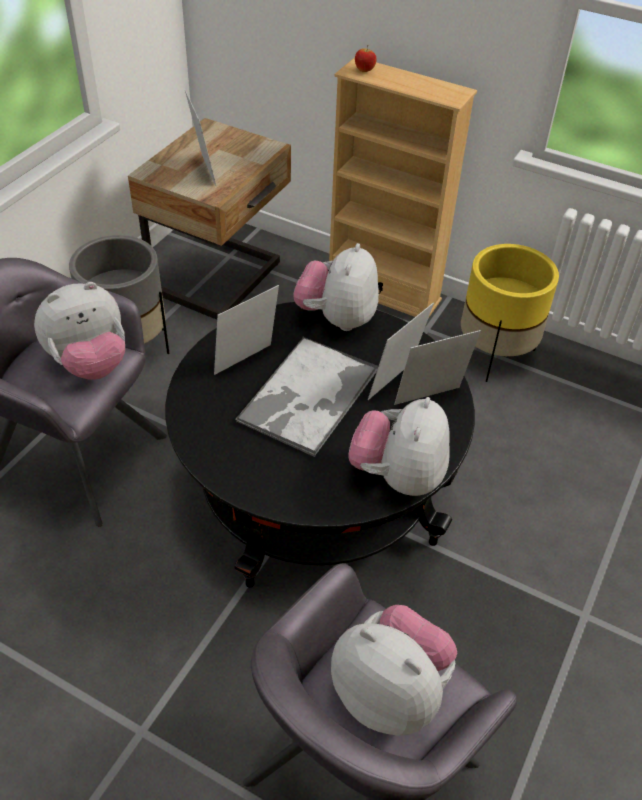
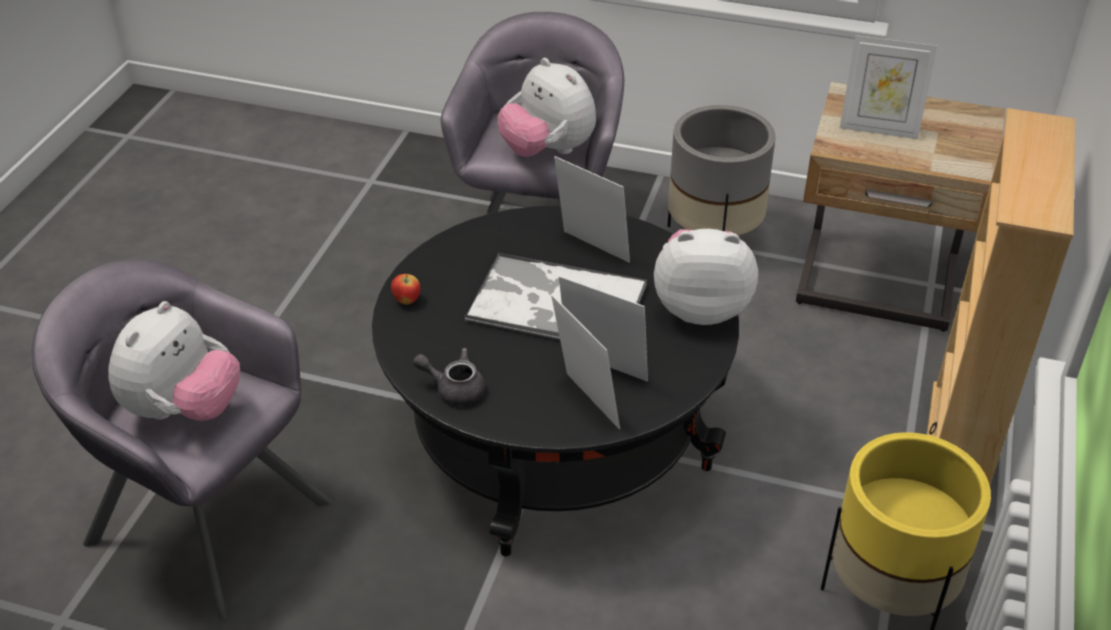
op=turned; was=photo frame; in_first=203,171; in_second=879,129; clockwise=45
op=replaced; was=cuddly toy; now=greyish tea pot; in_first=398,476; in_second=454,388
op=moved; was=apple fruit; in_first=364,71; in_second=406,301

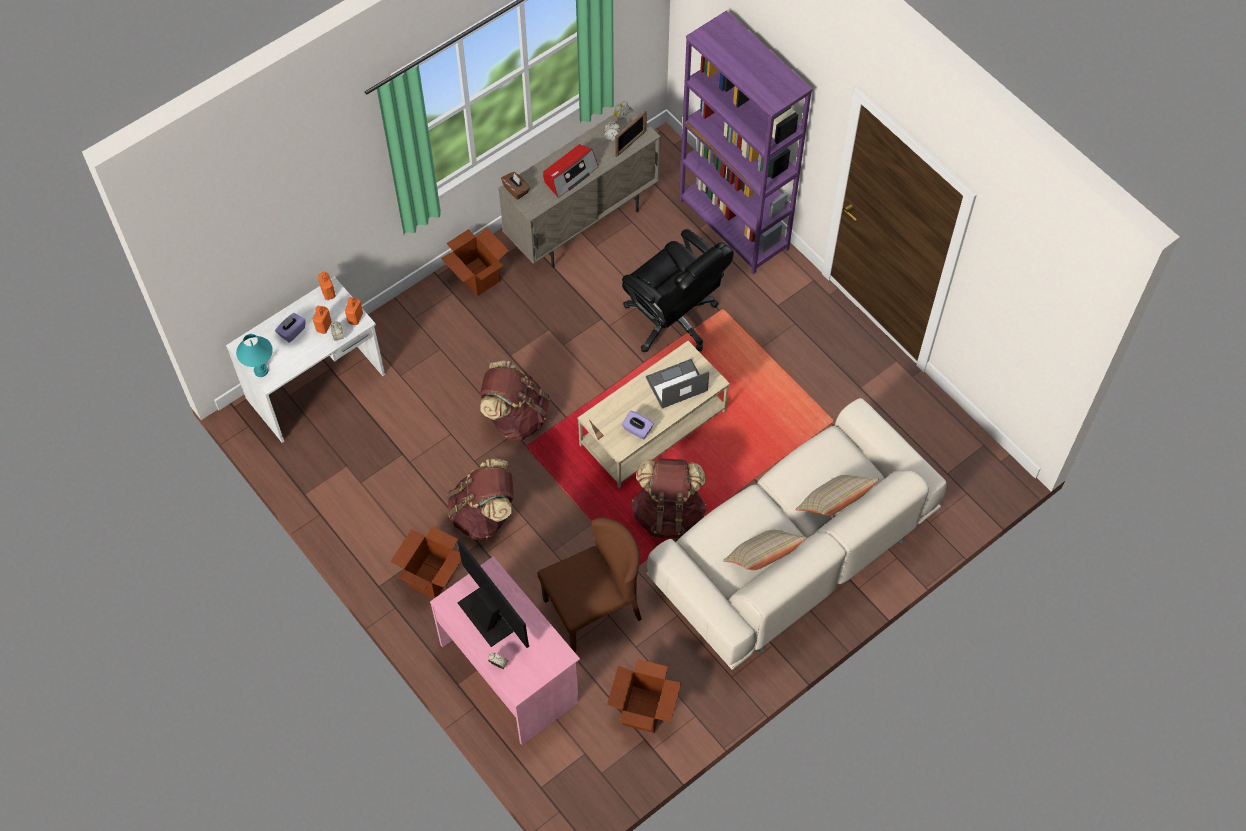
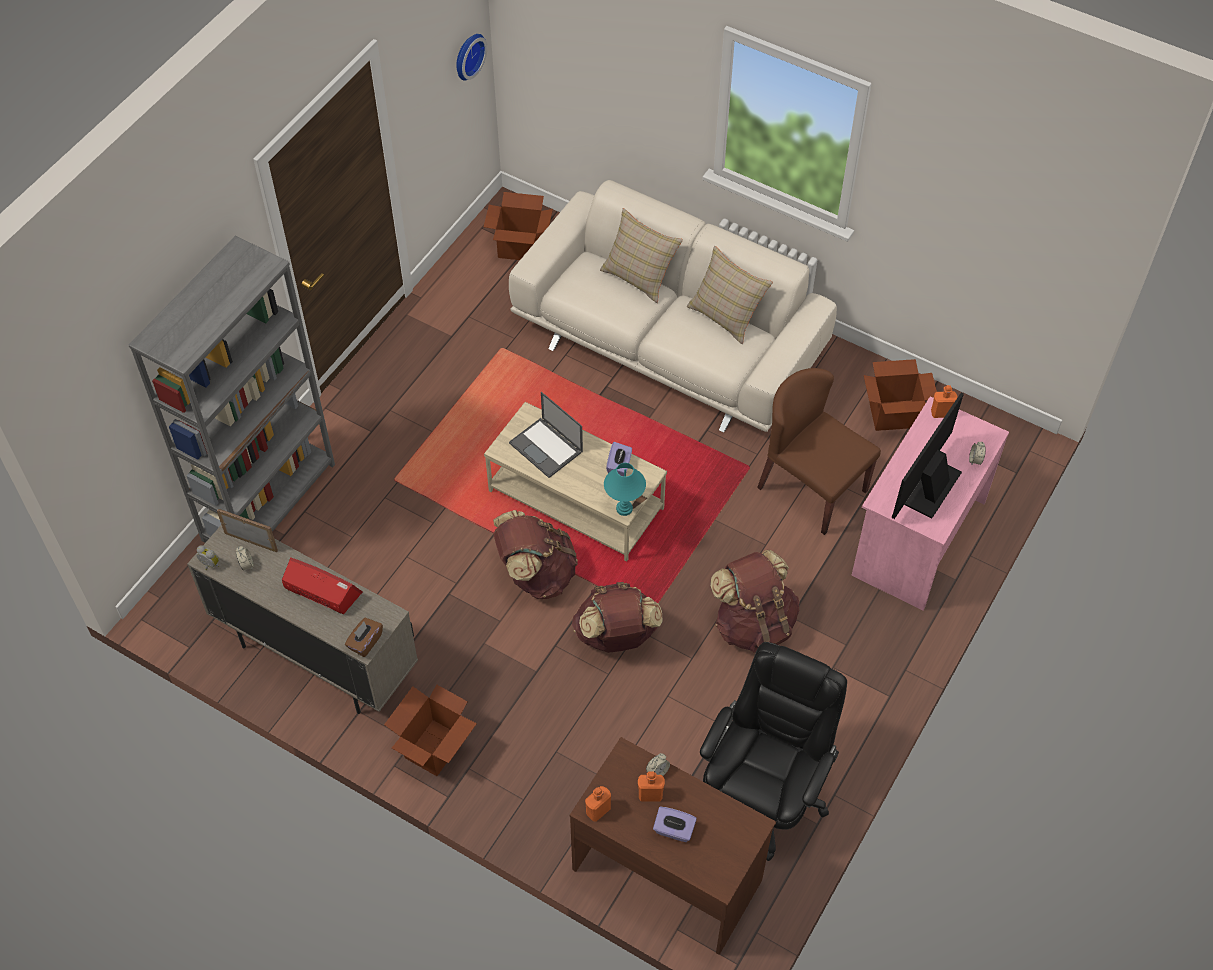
op=recoloured; was=whitish desk table; now=brown-coloured desk table; in_first=317,387; in_second=667,873
op=moved; was=blue-green tabletop lamp; in_first=261,371; in_second=624,508
op=moved; was=orange beverage bottle; in_first=355,318; in_second=941,413
op=moved; was=carton; in_first=432,576; in_second=520,248
op=moved; was=black-coloured computer chair; in_first=673,320; in_second=764,794
op=moved; was=brown-coloured knapsack; in_first=668,514; in_second=536,574
op=recoloured; was=purple-coloured bookcase; now=greyish bookcase; in_first=734,225; in_second=269,501
op=added; now=hanging clock; in_second=467,55

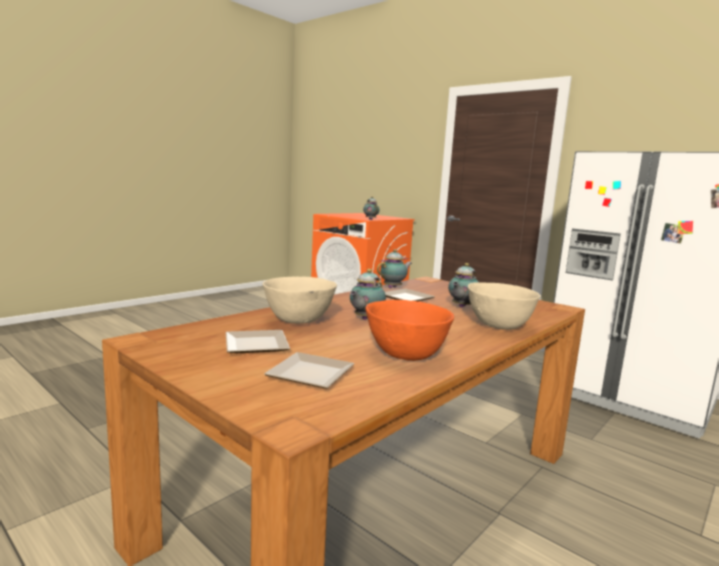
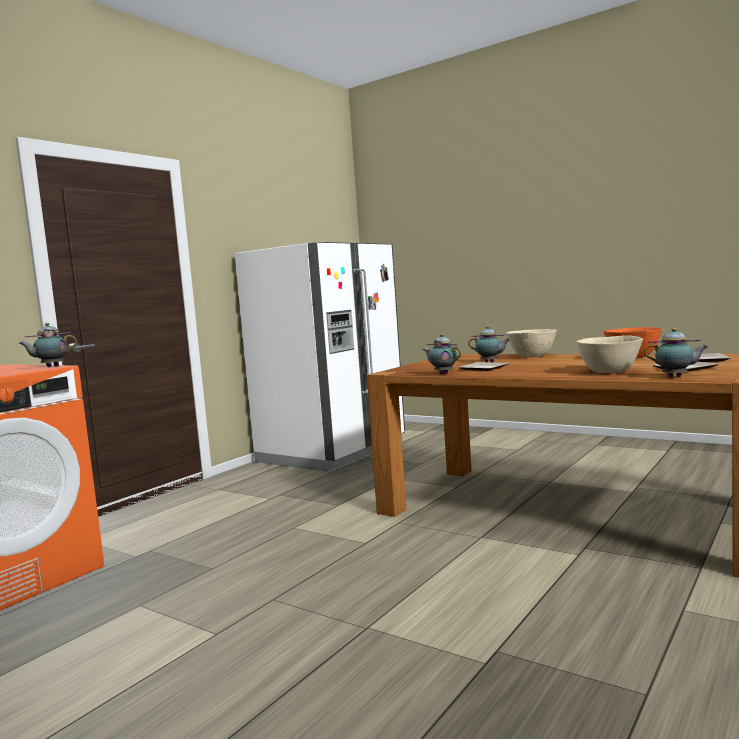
op=moved; was=tea pot; in_first=365,319; in_second=676,377

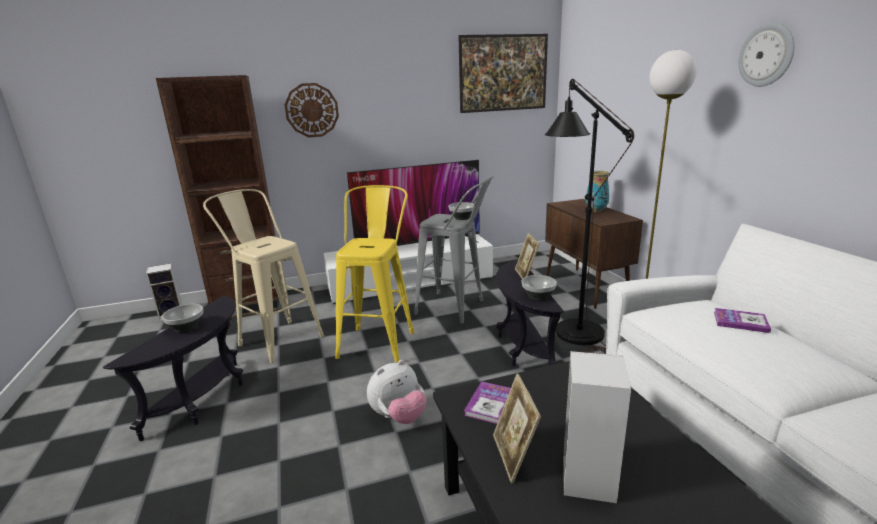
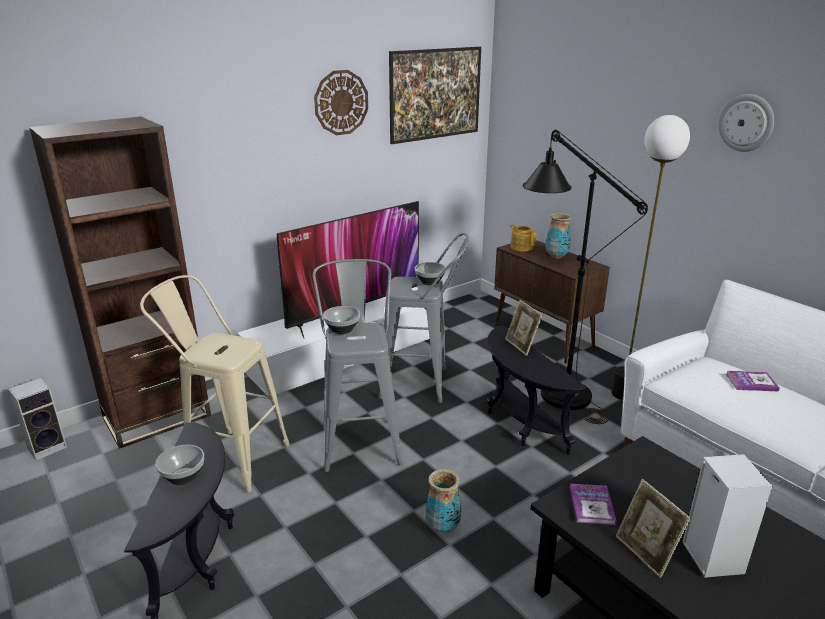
op=moved; was=hanging clock; in_first=312,110; in_second=341,102
op=recoloured; was=yellow-coloured stool; now=greyish stool; in_first=379,340; in_second=361,439
op=replaced; was=cuddly toy; now=decorative vase; in_first=398,416; in_second=442,527
op=moved; was=deep dish; in_first=538,296; in_second=342,330
op=added; now=tea pot; in_second=521,247

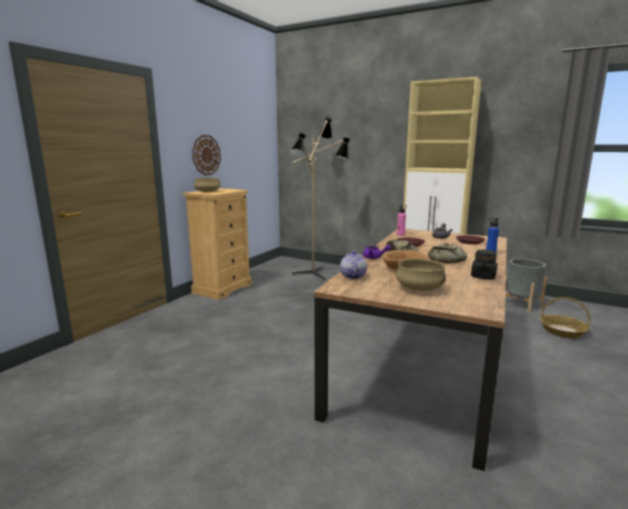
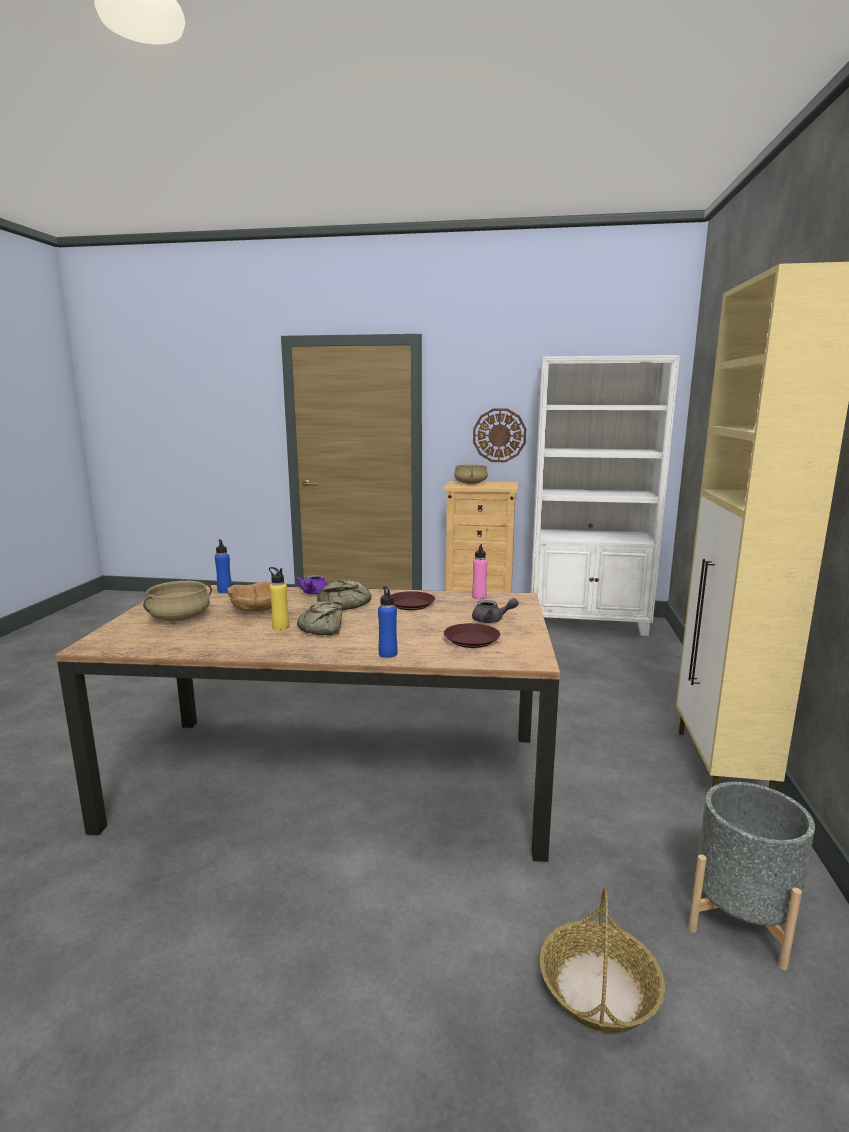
op=removed; was=standing lamp; in_first=317,274
op=replaced; was=tea pot; now=blue-coloured beverage bottle; in_first=352,276; in_second=225,591
op=removed; was=black-coloured preserve jar; in_first=483,277
op=added; now=yellow-coloured beverage bottle; in_second=280,627
op=added; now=whitish bookcase; in_second=588,623

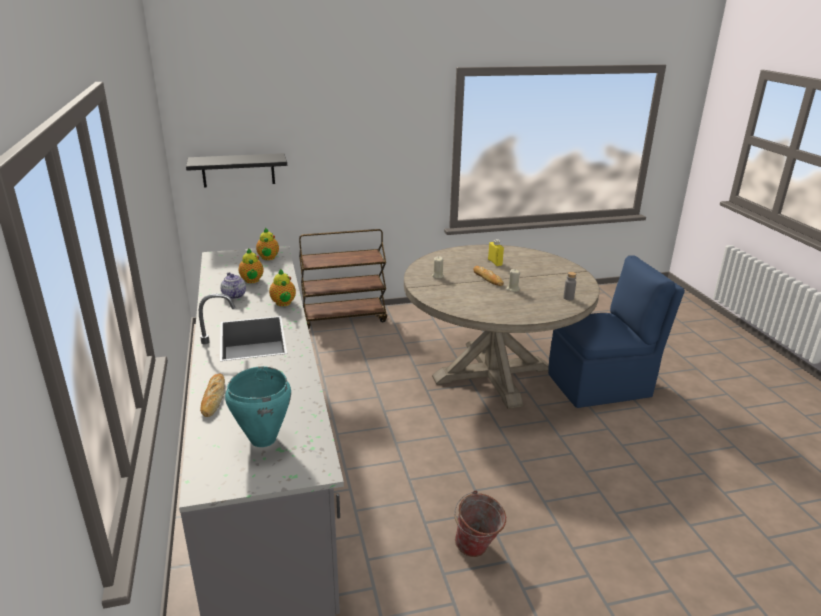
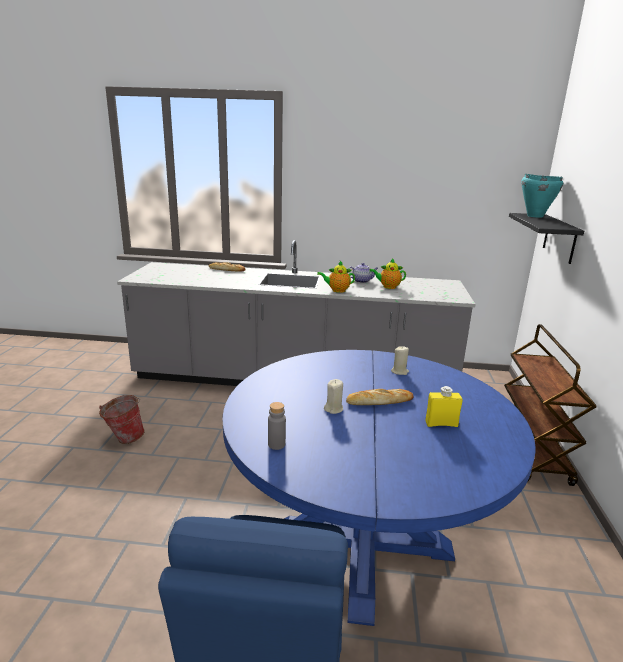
op=moved; was=blue-green saucepot; in_first=262,439; in_second=534,216
op=removed; was=tea pot; in_first=268,258
op=recoloured; was=beige dining table; now=blue-coloured dining table; in_first=492,373; in_second=362,542

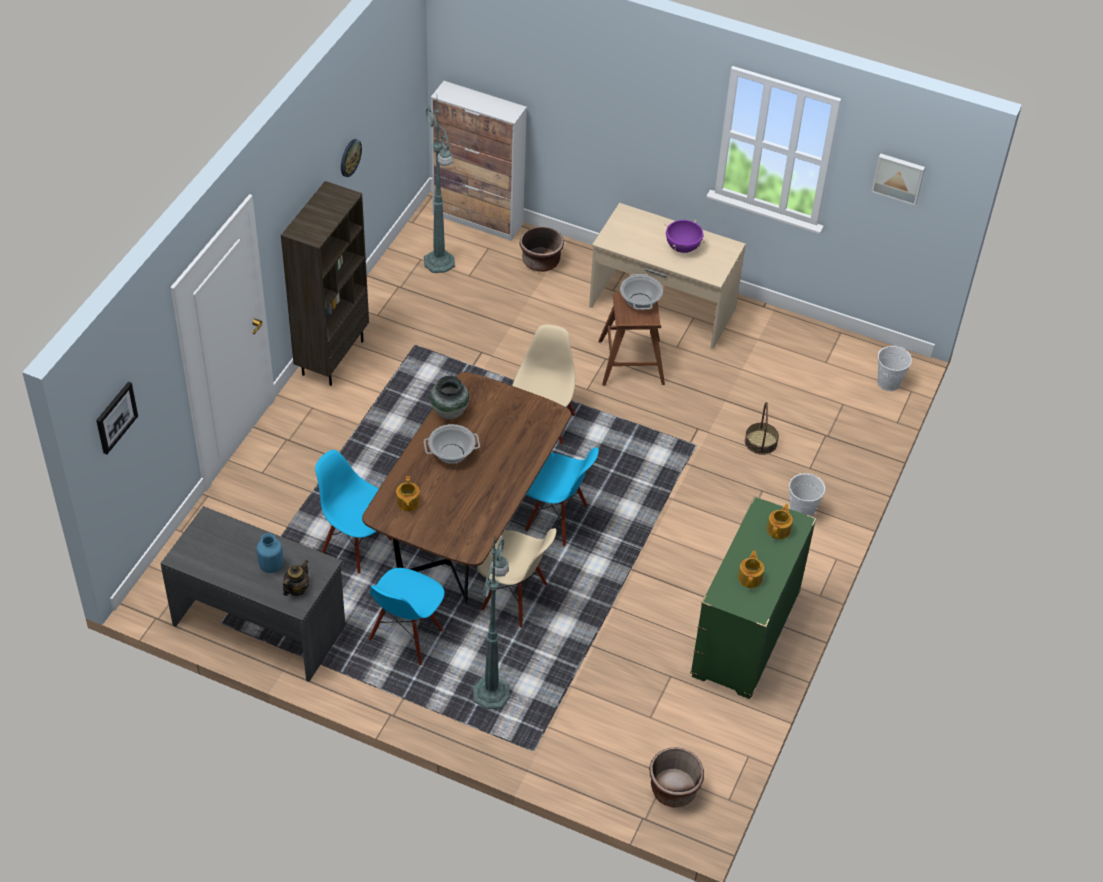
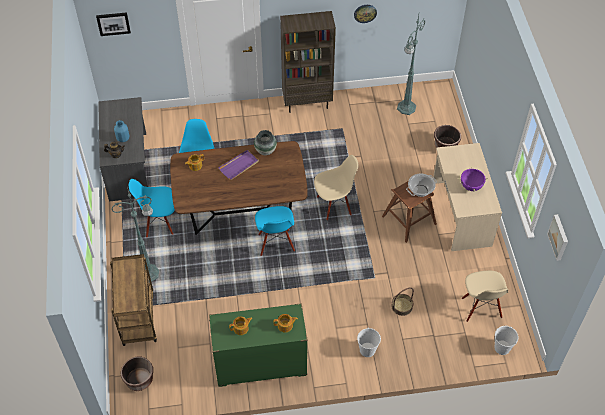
op=replaced; was=saucepot; now=purple-coloured tray; in_first=452,453; in_second=239,166
op=removed; was=cabinet; in_first=478,219
op=moved; was=beige upright chair; in_first=514,598; in_second=481,308
op=added; now=brown-coloured wheeled cart; in_second=137,318

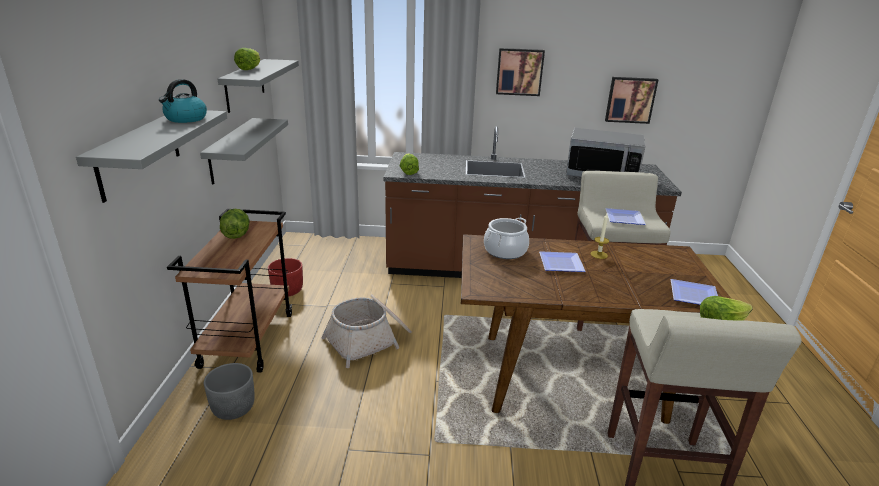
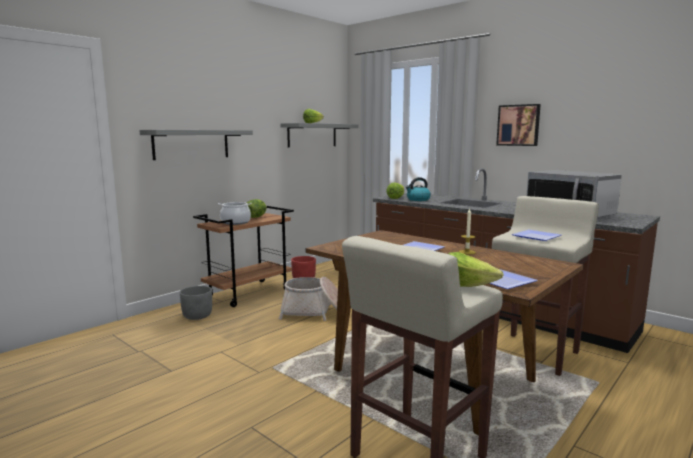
op=moved; was=water kettle; in_first=185,119; in_second=418,199
op=removed; was=greyish bracket shelf; in_first=231,150
op=moved; was=saucepot; in_first=505,251; in_second=235,222
op=removed; was=wall picture; in_first=630,99

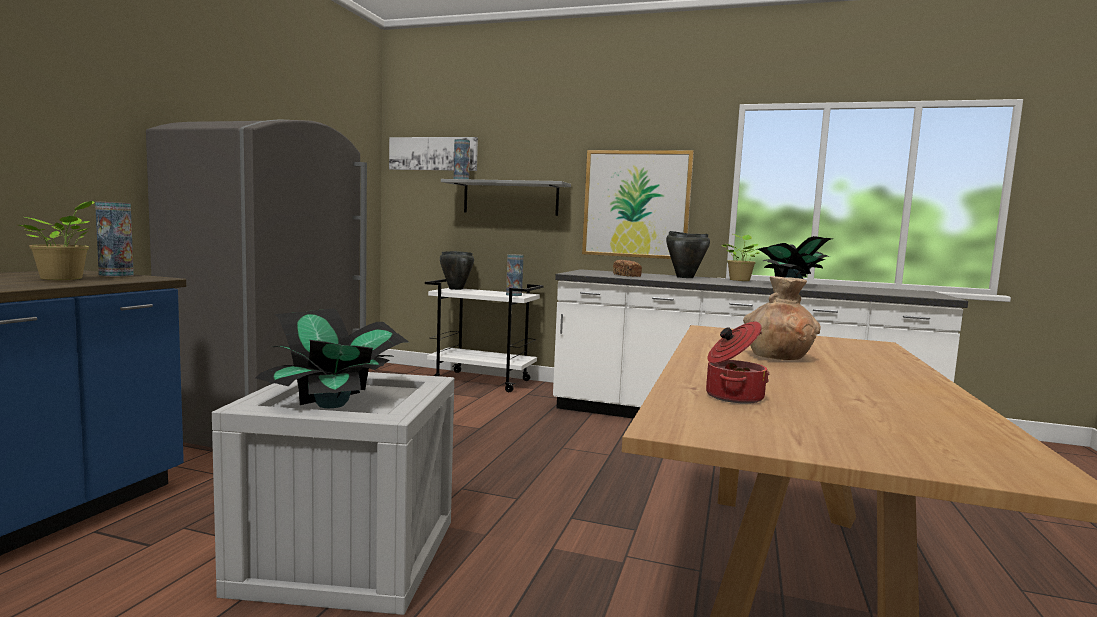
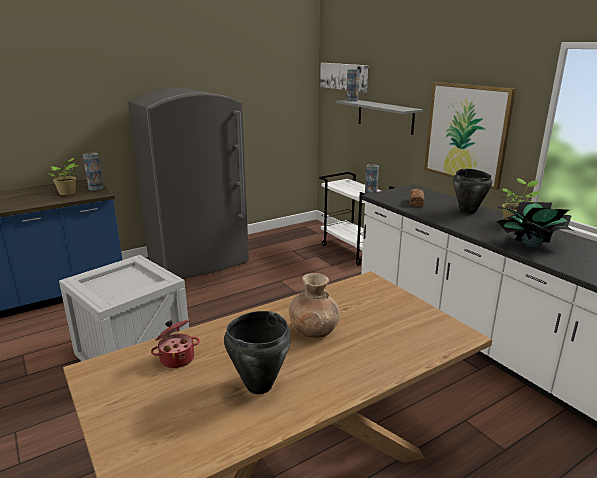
op=removed; was=houseplant; in_first=333,404
op=moved; was=black-coloured saucepot; in_first=455,289; in_second=258,386

